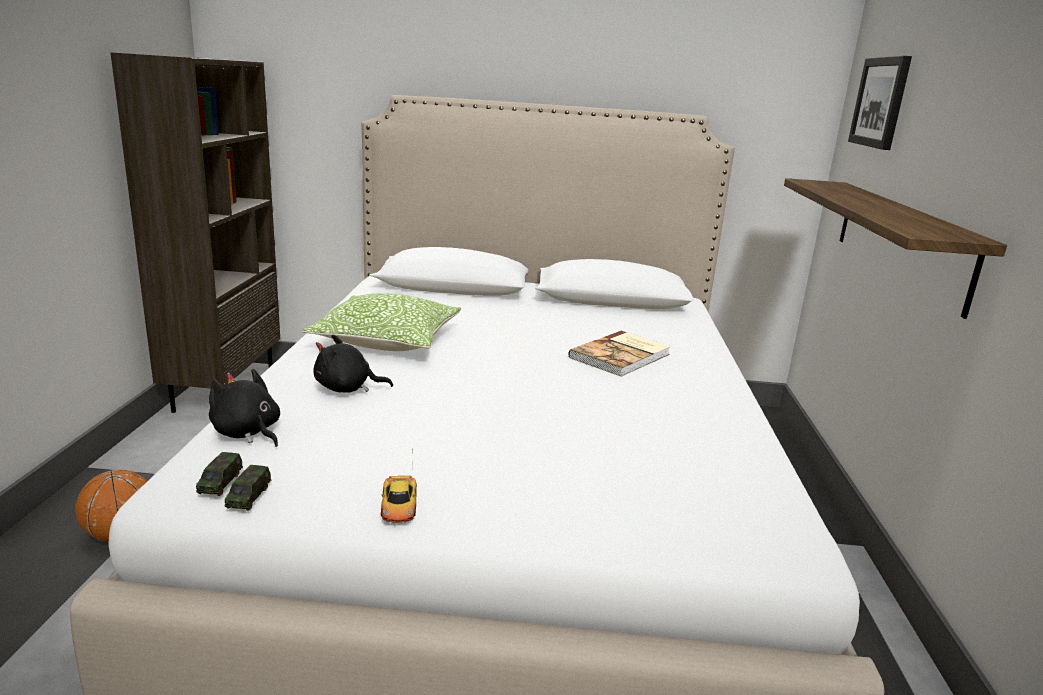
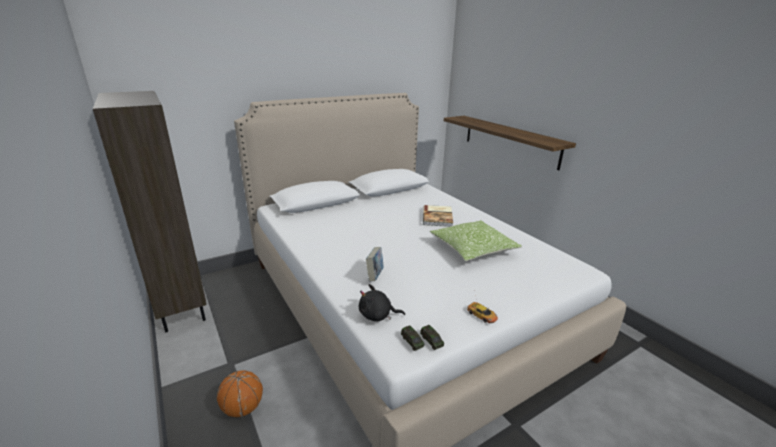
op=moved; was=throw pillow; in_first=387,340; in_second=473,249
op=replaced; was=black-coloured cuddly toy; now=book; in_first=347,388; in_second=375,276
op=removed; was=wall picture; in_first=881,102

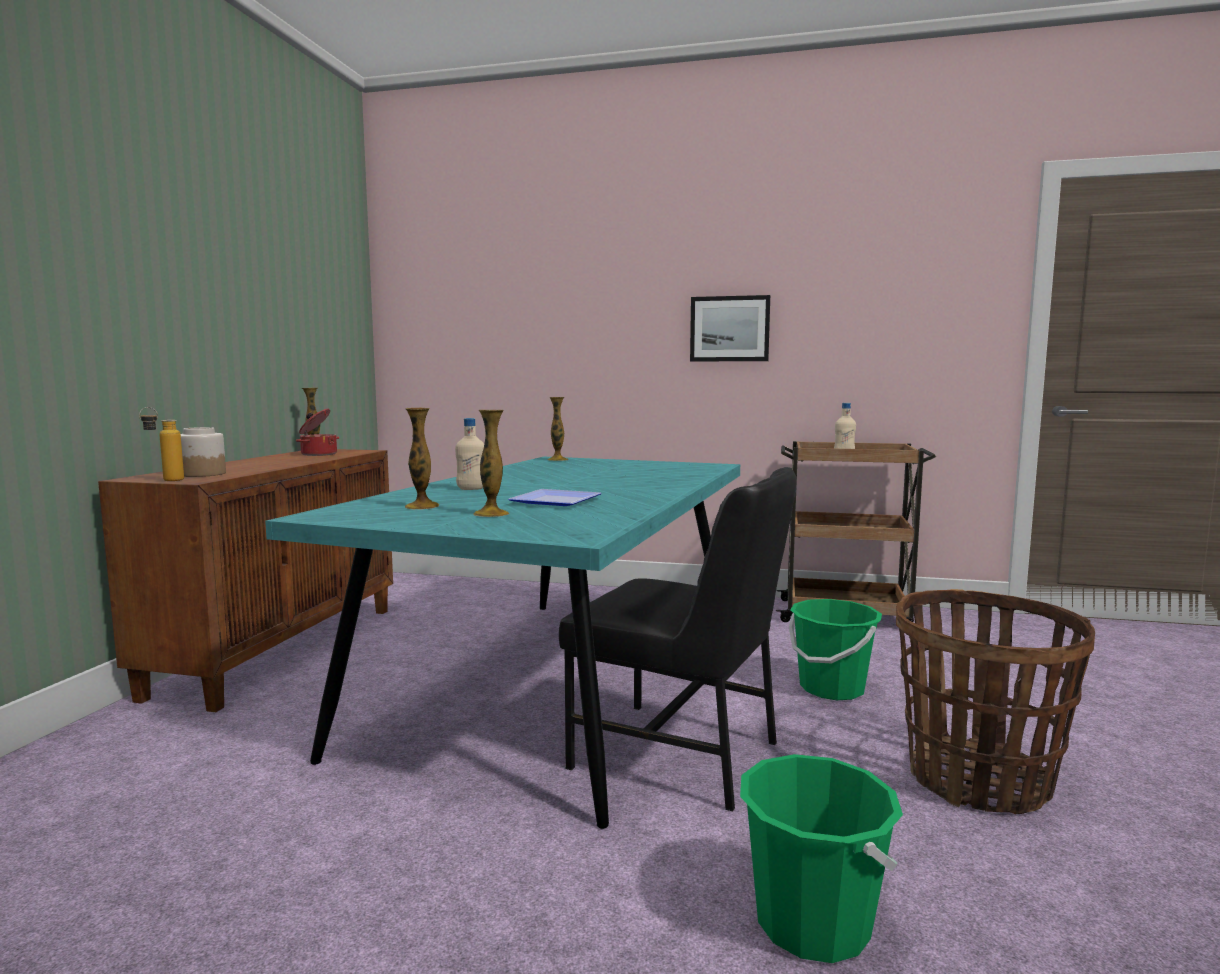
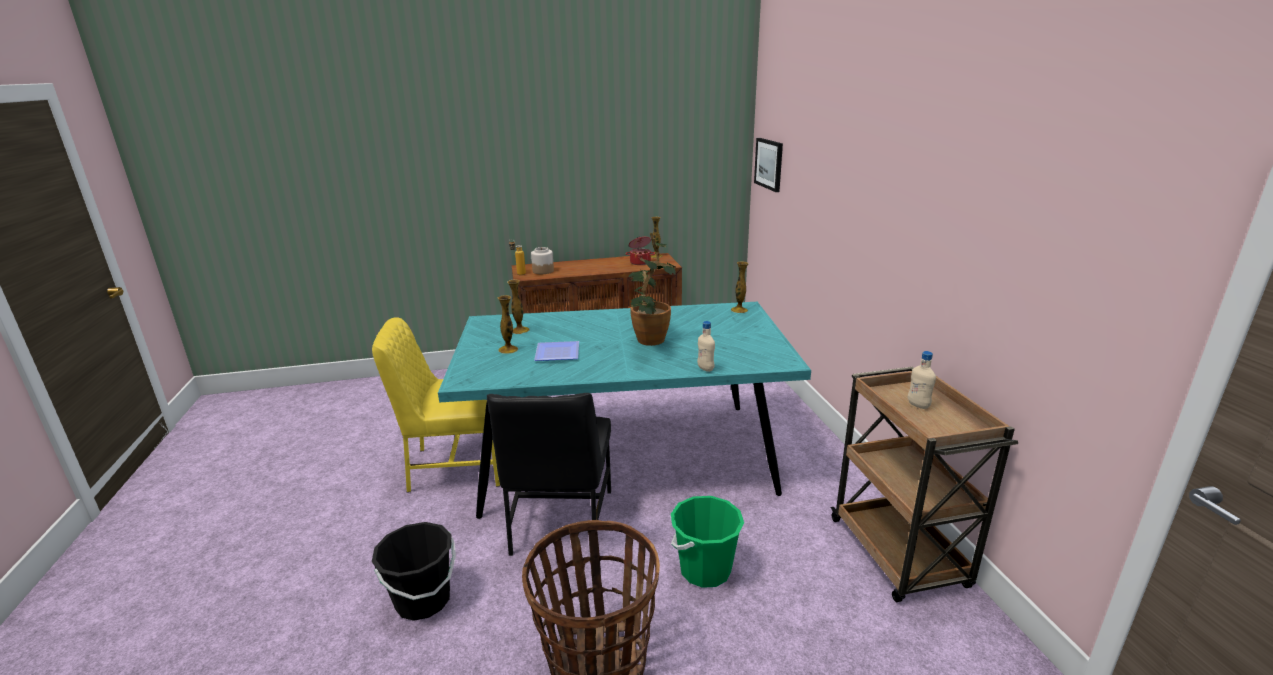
op=moved; was=beige beverage bottle; in_first=471,489; in_second=705,368
op=moved; was=wall picture; in_first=729,329; in_second=769,164
op=recoloured; was=greenish pail; now=black-coloured pail; in_first=813,923; in_second=423,600
op=added; now=yellow-coloured upright chair; in_second=456,466
op=added; now=houseplant; in_second=648,343

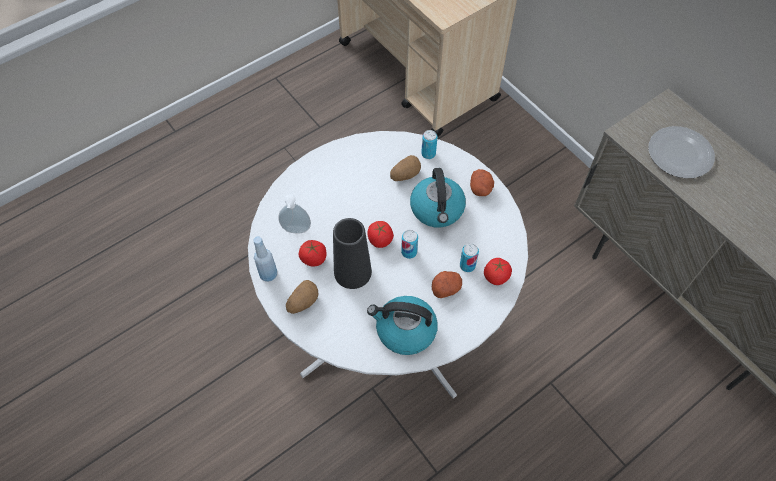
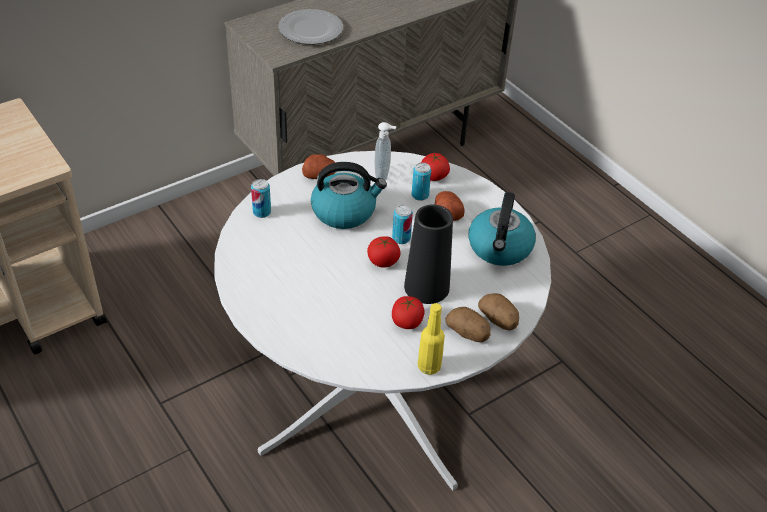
op=recoloured; was=blue-coloured beverage bottle; now=yellow-coloured beverage bottle; in_first=268,274; in_second=429,366
op=moved; was=liquid soap bottle; in_first=296,231; in_second=383,176
op=moved; was=spud; in_first=405,175; in_second=498,320

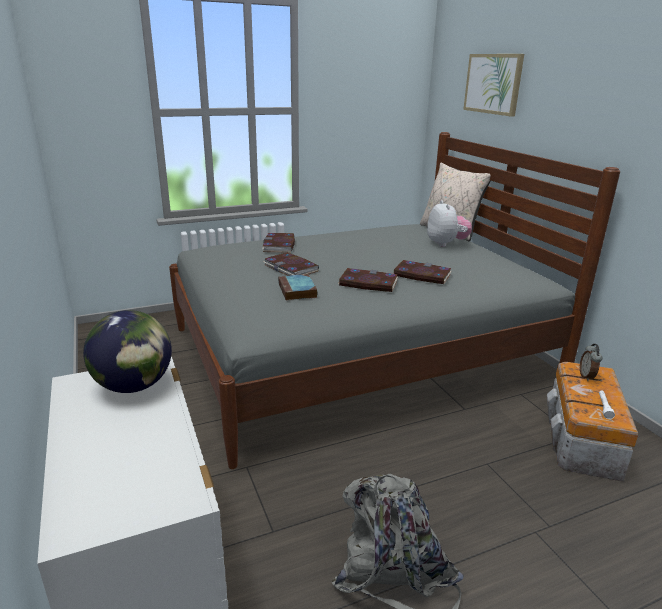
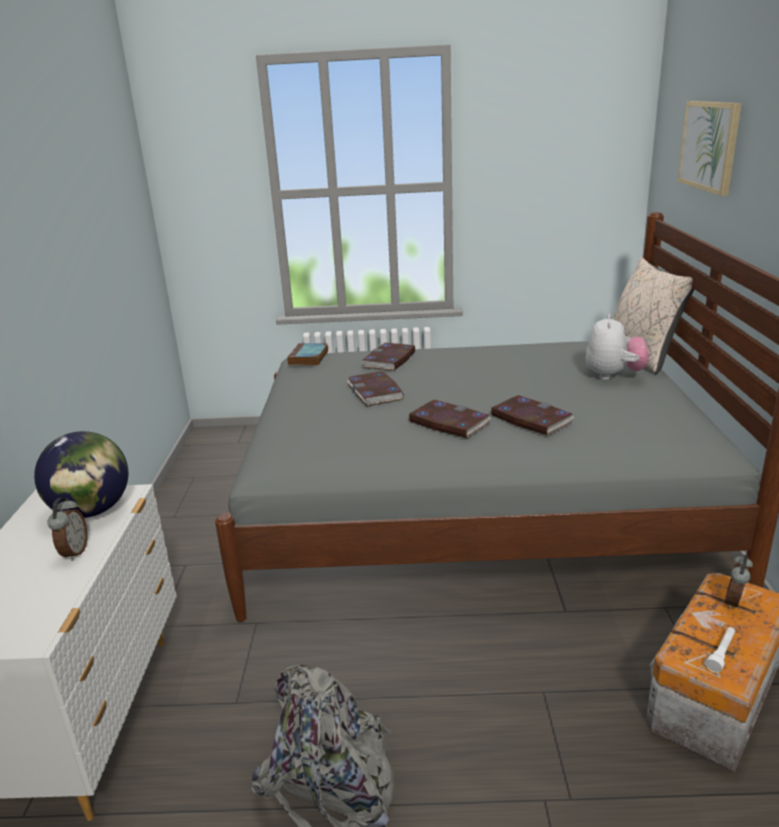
op=moved; was=book; in_first=298,291; in_second=309,358
op=added; now=table clock; in_second=74,552

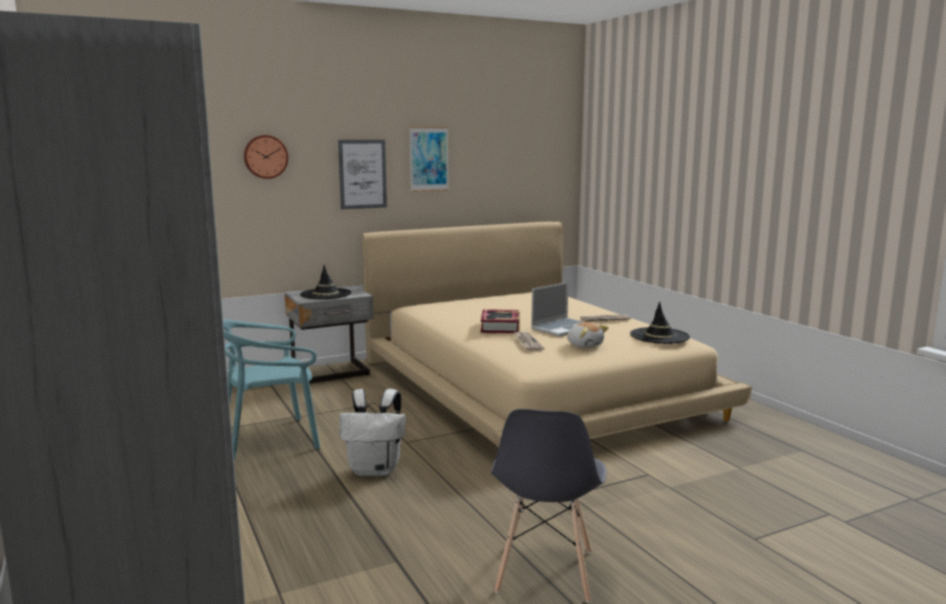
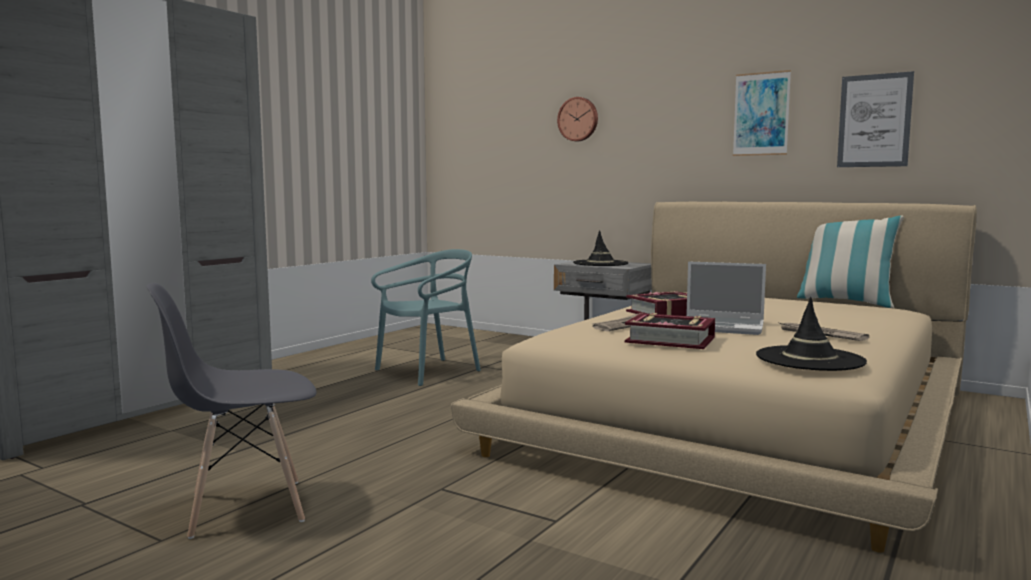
op=turned; was=blue-green upright chair; in_first=270,440; in_second=428,371; clockwise=105
op=moved; was=wall picture; in_first=362,174; in_second=874,121
op=removed; was=whitish knapsack; in_first=375,470
op=replaced; was=cuddly toy; now=book; in_first=585,345; in_second=670,340
op=added; now=throw pillow; in_second=845,302

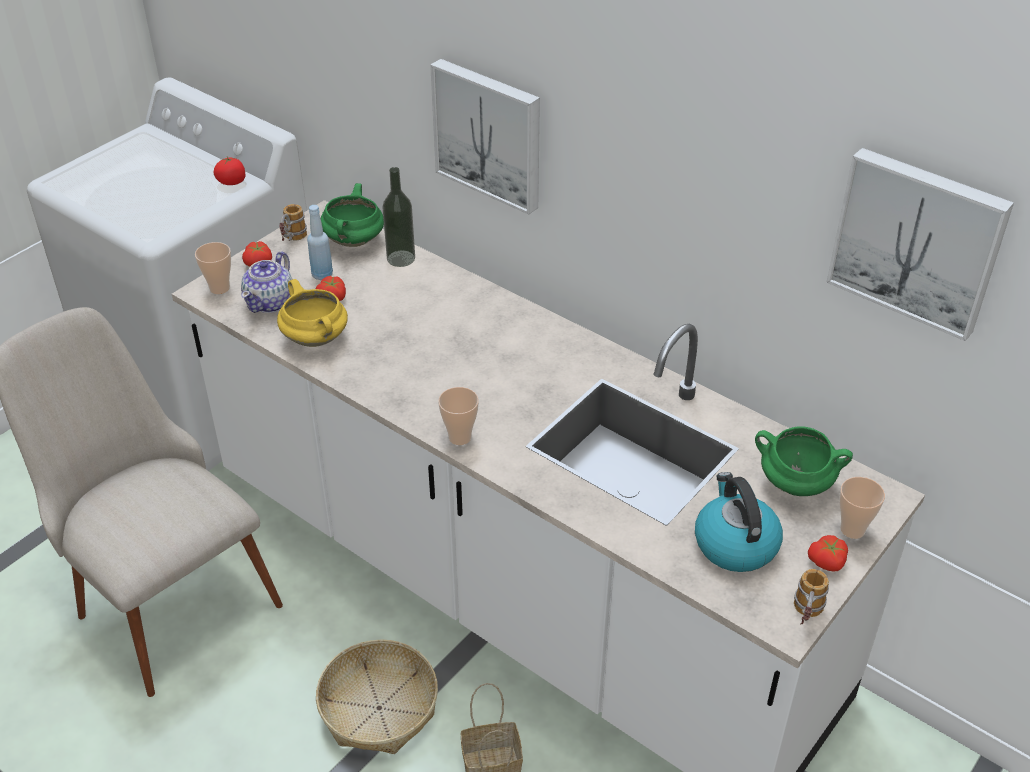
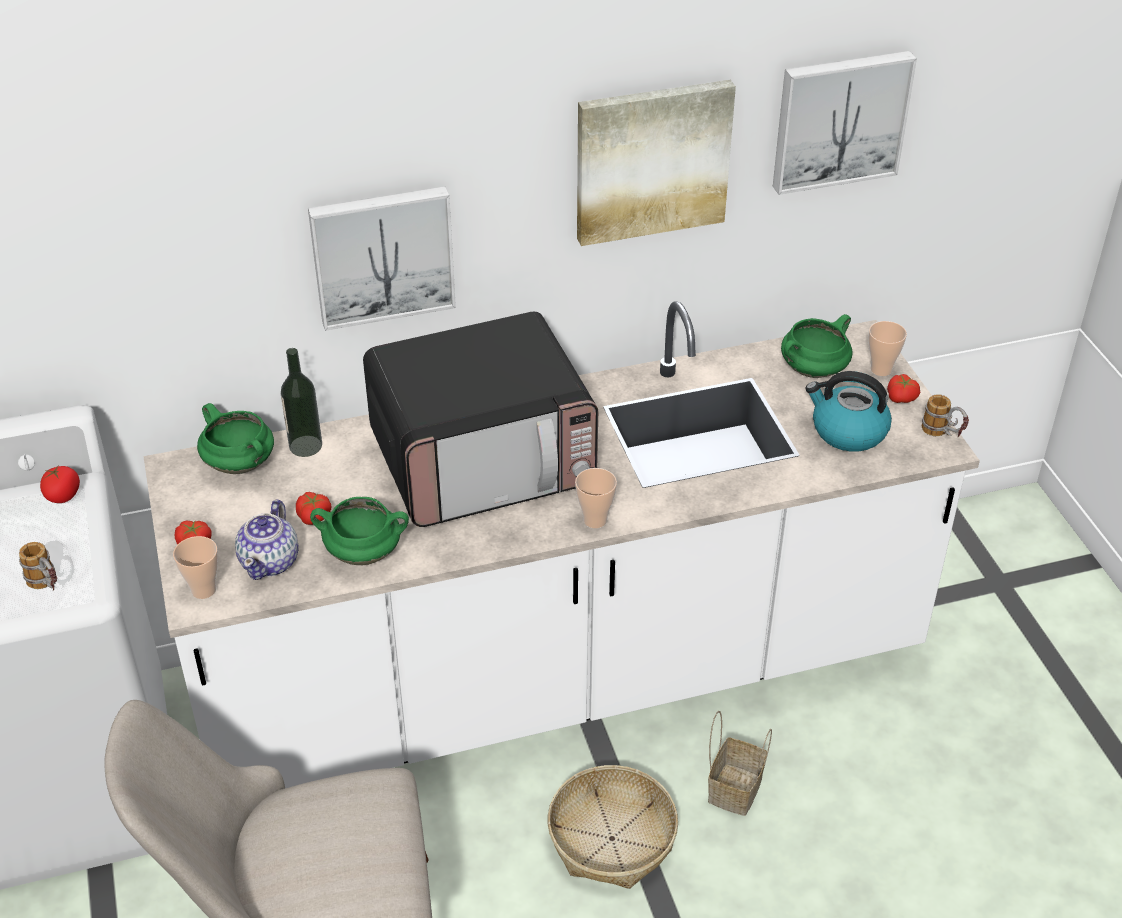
op=turned; was=tea pot; in_first=271,302; in_second=270,561; clockwise=45
op=recoloured; was=yellow-coloured saucepot; now=greenish saucepot; in_first=316,339; in_second=364,553
op=moved; was=coffee mug; in_first=292,240; in_second=48,586
op=removed; was=blue-coloured beverage bottle; in_first=322,275
op=added; now=microwave oven; in_second=483,461
op=added; now=wall picture; in_second=651,160

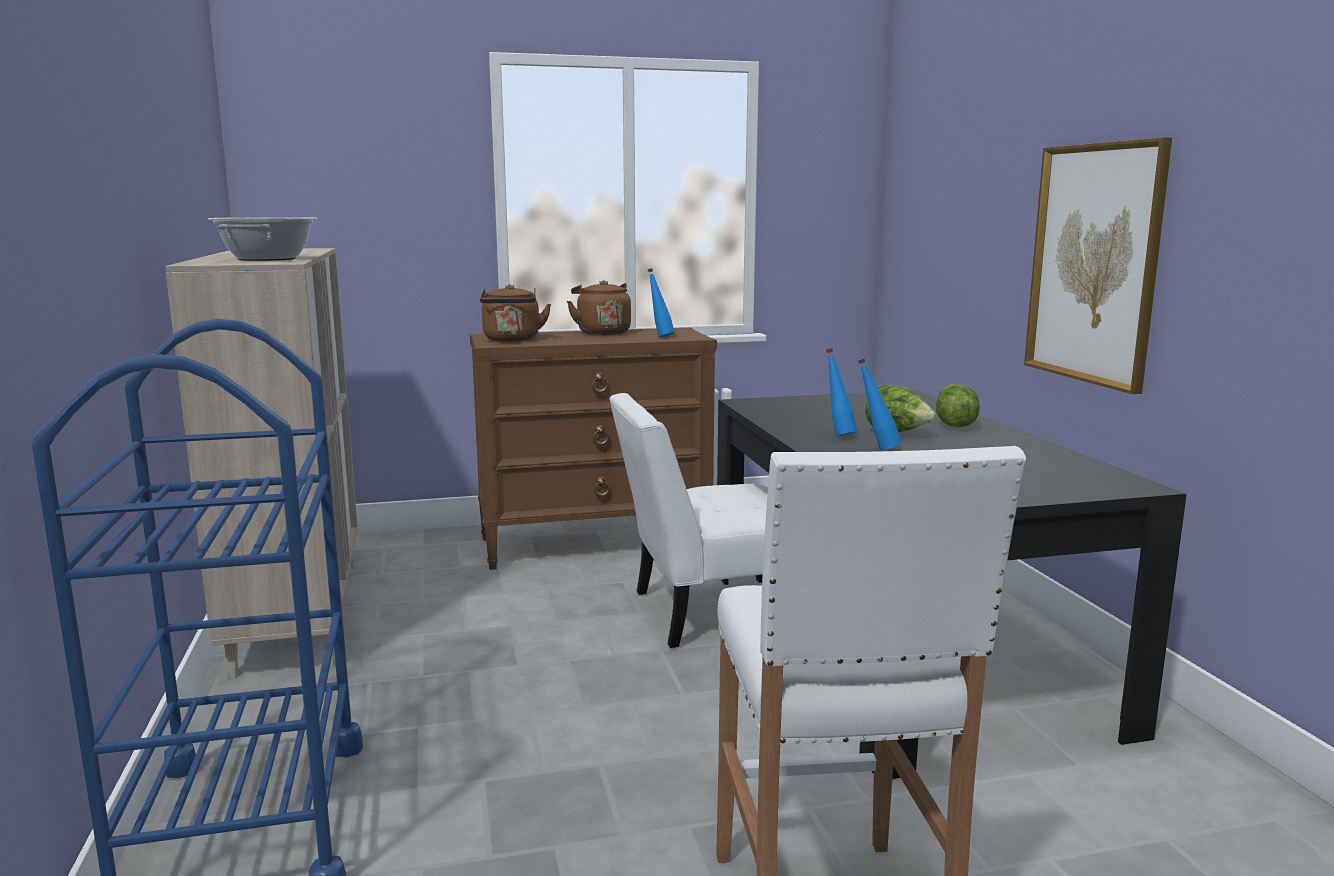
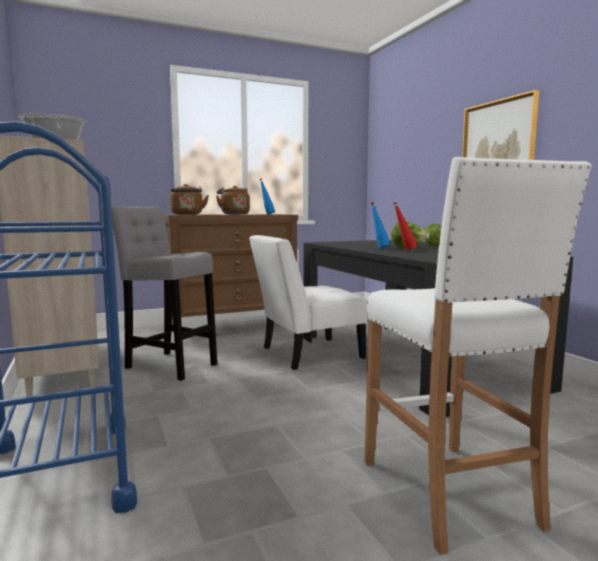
op=recoloured; was=blue-coloured beverage bottle; now=reddish beverage bottle; in_first=877,448; in_second=404,250
op=added; now=greyish stool; in_second=168,365

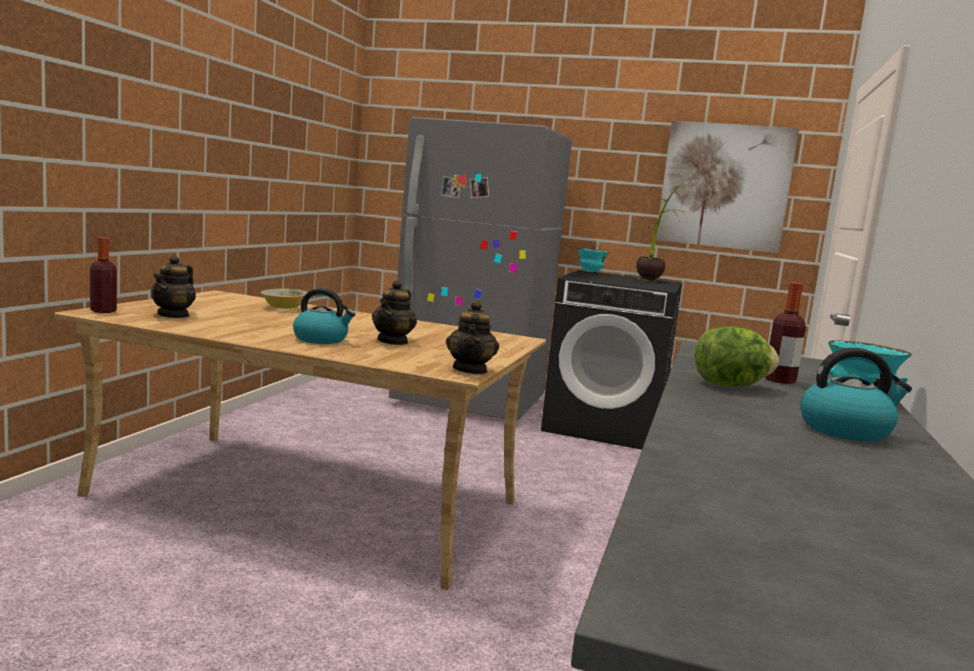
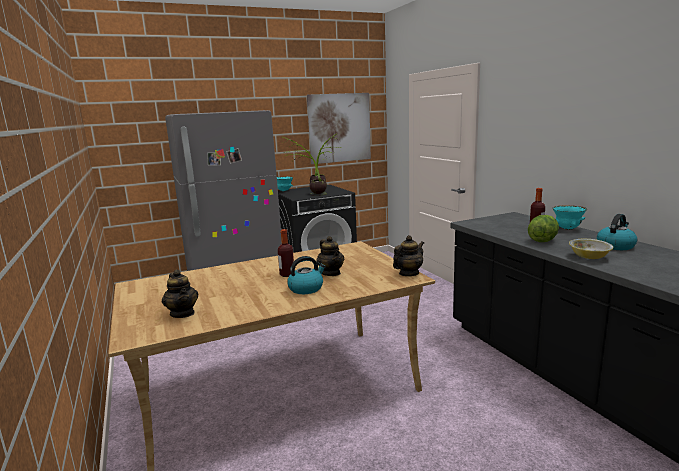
op=moved; was=beverage bottle; in_first=103,311; in_second=287,275
op=moved; was=deep dish; in_first=284,308; in_second=589,257
op=turned; was=tea pot; in_first=470,370; in_second=408,273; clockwise=-90
op=added; now=houseplant; in_second=308,194

